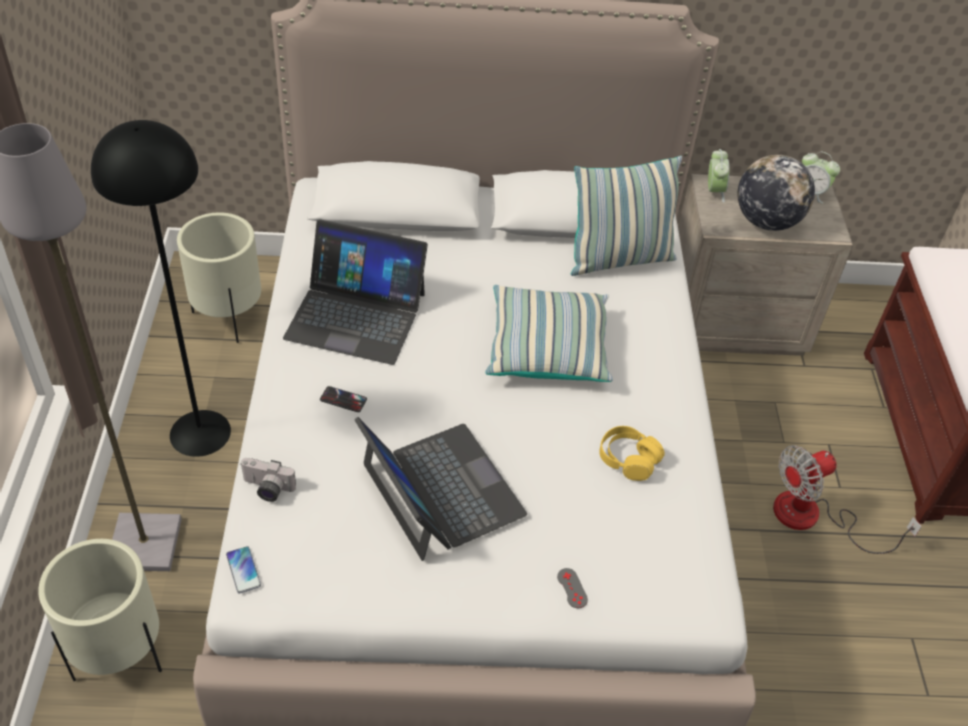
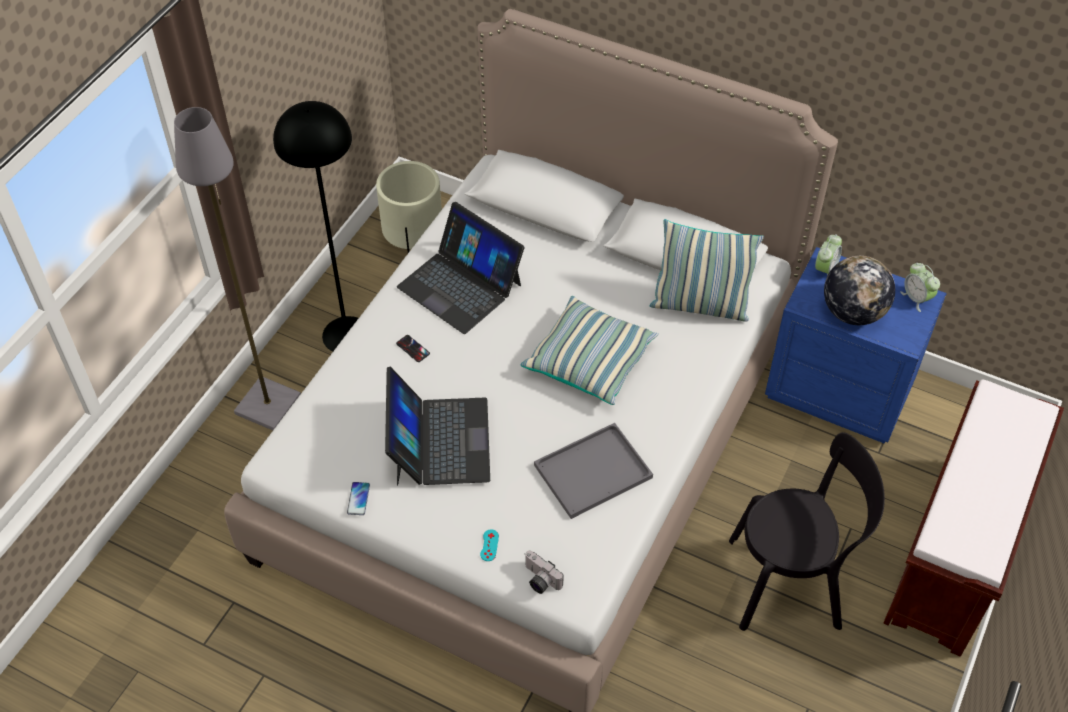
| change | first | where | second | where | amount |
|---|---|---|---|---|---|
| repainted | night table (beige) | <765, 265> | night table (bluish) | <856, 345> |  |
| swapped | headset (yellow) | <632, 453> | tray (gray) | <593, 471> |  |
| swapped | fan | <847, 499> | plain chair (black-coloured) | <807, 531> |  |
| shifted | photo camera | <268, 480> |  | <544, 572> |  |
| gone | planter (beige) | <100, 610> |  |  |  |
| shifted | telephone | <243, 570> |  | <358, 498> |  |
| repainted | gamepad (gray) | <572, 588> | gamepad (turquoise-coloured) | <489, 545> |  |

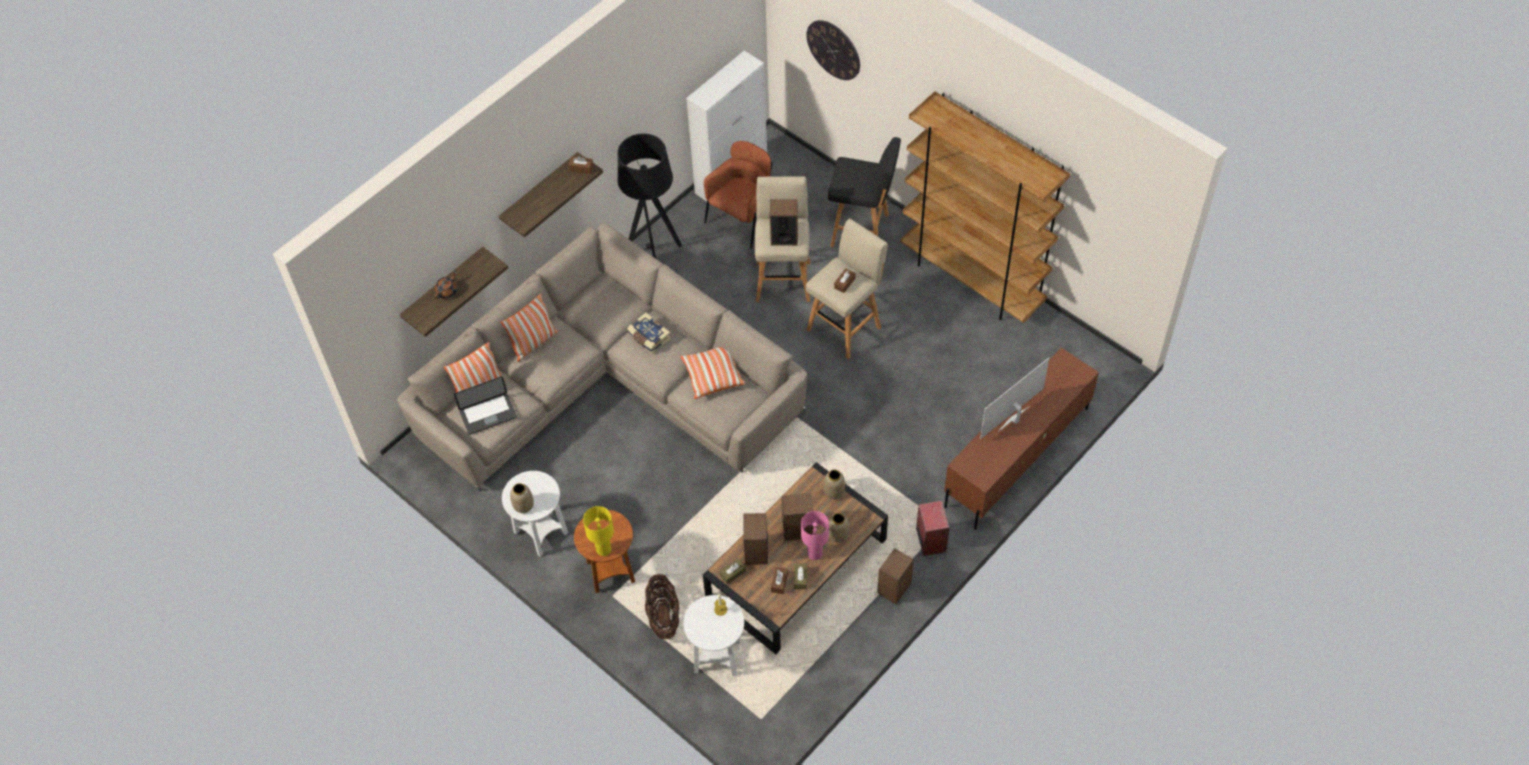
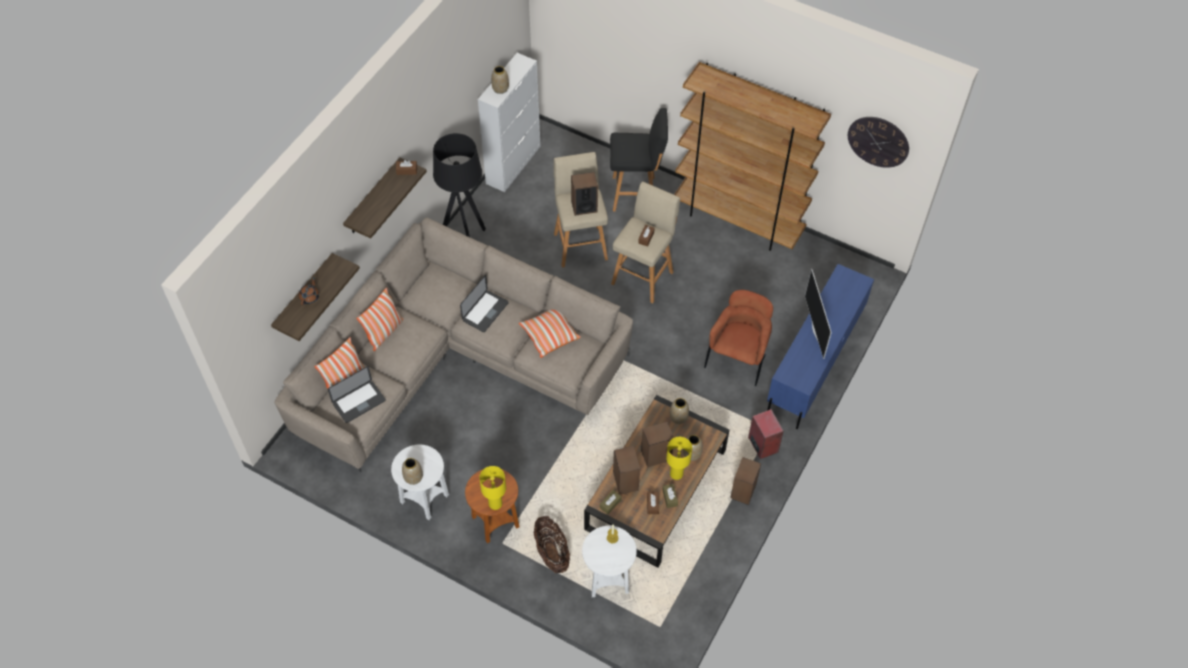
| change | first | where | second | where | amount |
|---|---|---|---|---|---|
| shifted | clock on the wall | <833, 50> |  | <878, 142> |  |
| shifted | lounge chair (brown) | <738, 195> |  | <738, 338> |  |
| swapped | volume | <649, 333> | notebook computer | <484, 303> |  |
| repainted | tv unit (brown) | <1021, 439> | tv unit (bluish) | <820, 346> |  |
| rotated | TV | <1014, 398> |  | <818, 314> | 45 degrees counterclockwise |
| repainted | lamp for a table (pink-coloured) | <815, 535> | lamp for a table (yellow) | <679, 458> |  |
| new |  |  | decorative vase | <500, 80> |  |

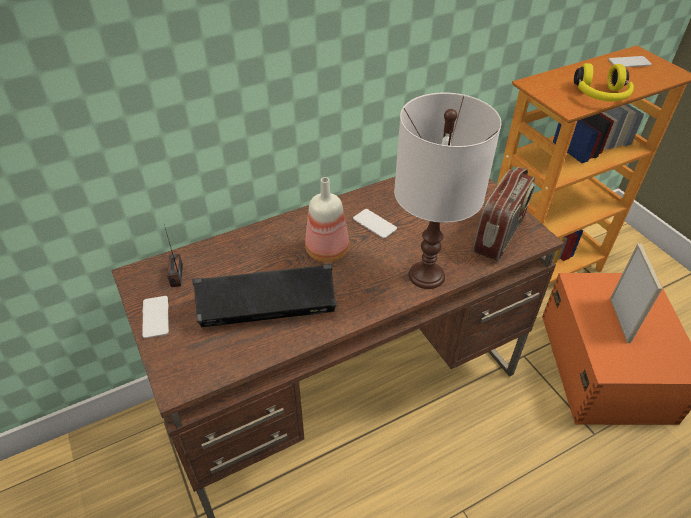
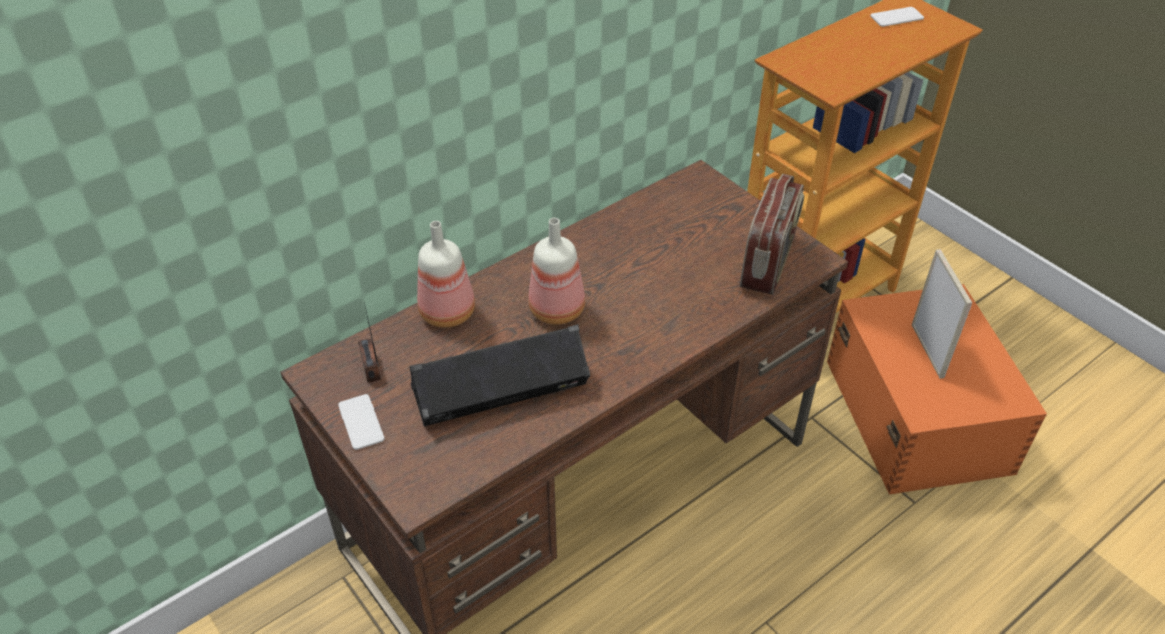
| change | first | where | second | where | amount |
|---|---|---|---|---|---|
| gone | headset (yellow) | <604, 82> |  |  |  |
| gone | lamp for a table (white) | <447, 191> |  |  |  |
| gone | telephone | <375, 223> |  |  |  |
| new |  |  | beverage bottle | <446, 274> |  |

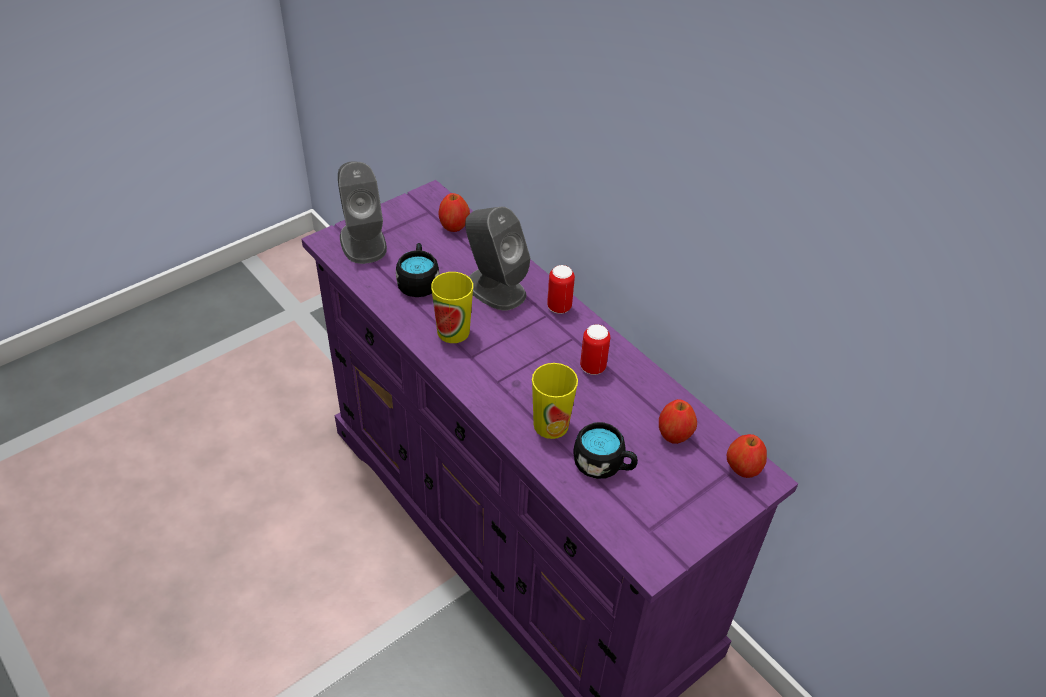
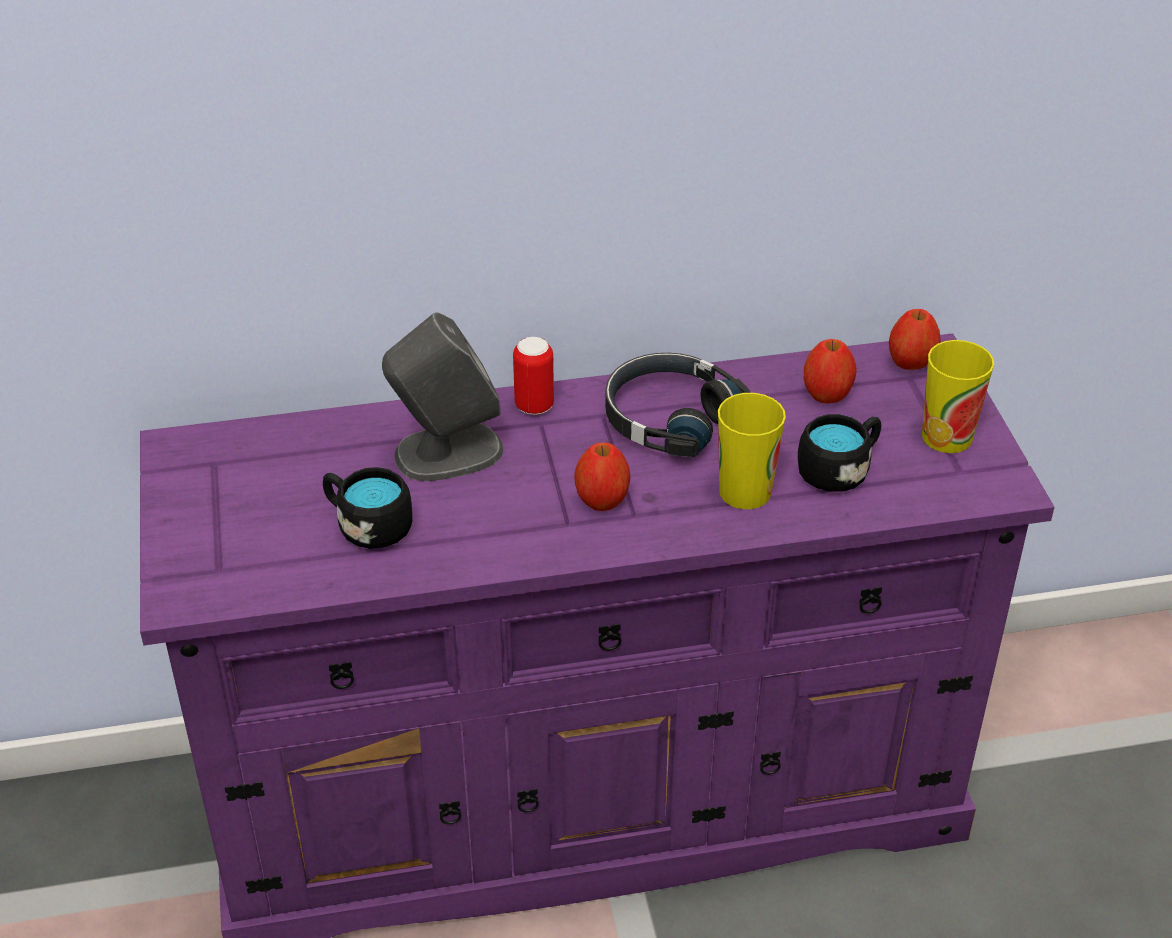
| change | first | where | second | where | amount |
|---|---|---|---|---|---|
| gone | audio speaker (gray) | <362, 212> |  |  |  |
| shifted | apple | <454, 212> |  | <602, 477> |  |
| shifted | cup | <452, 307> |  | <958, 396> |  |
| swapped | can | <595, 349> | headset (black-coloured) | <677, 405> |  |

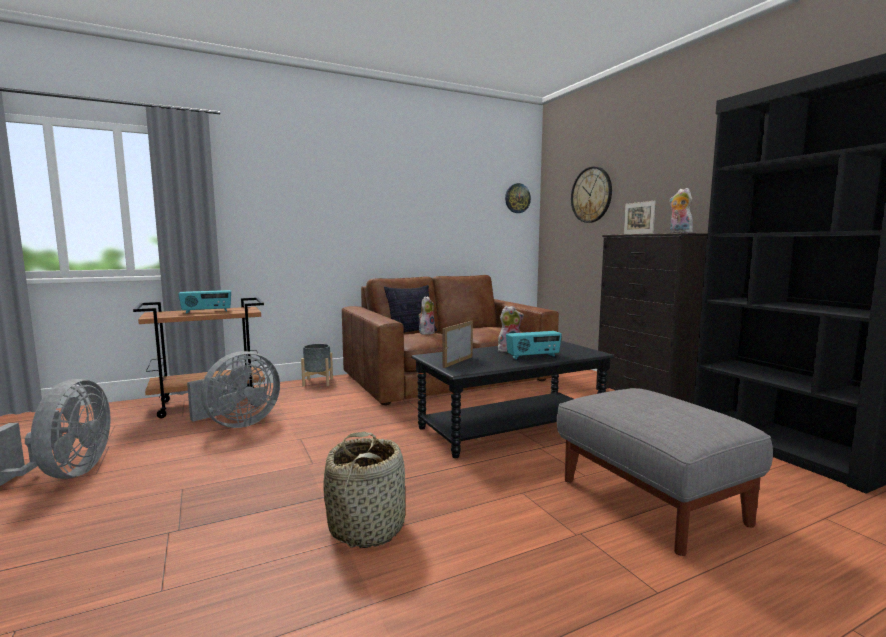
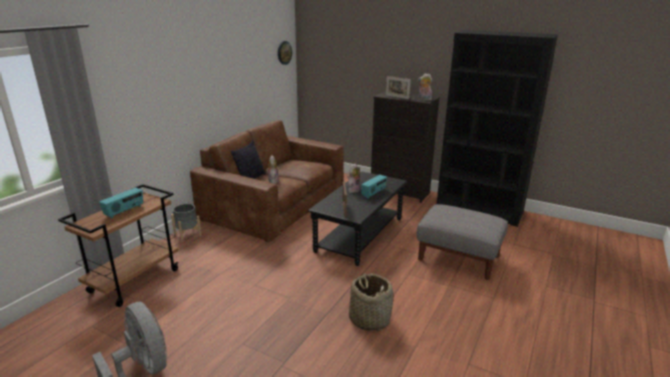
| change | first | where | second | where | amount |
|---|---|---|---|---|---|
| gone | clock on the wall | <591, 195> |  |  |  |
| gone | fan (gray) | <233, 389> |  |  |  |

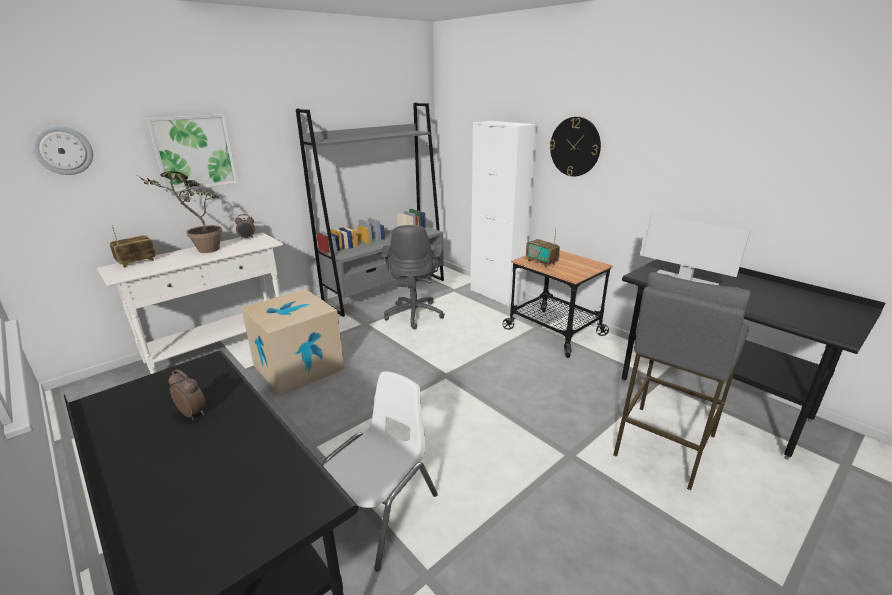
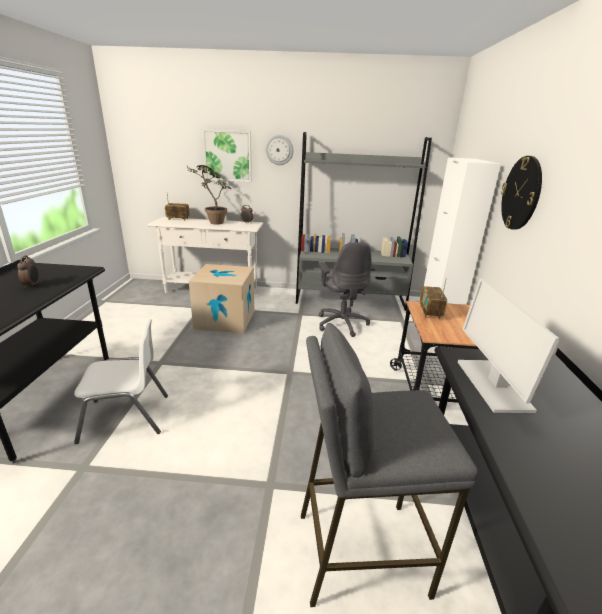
| change | first | where | second | where | amount |
|---|---|---|---|---|---|
| shifted | clock on the wall | <62, 150> |  | <279, 150> |  |
| rotated | computer chair (gray) | <413, 277> |  | <347, 289> | 60 degrees counterclockwise |

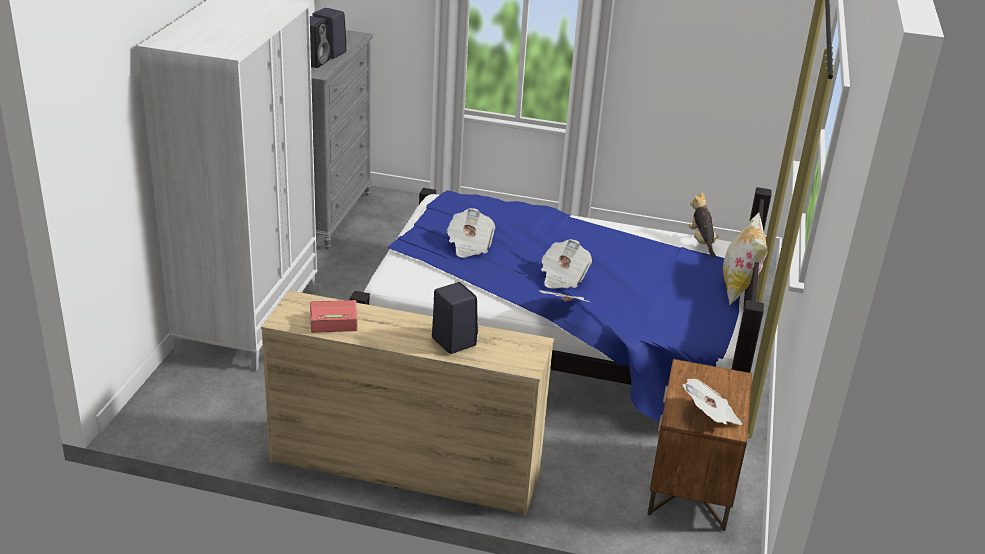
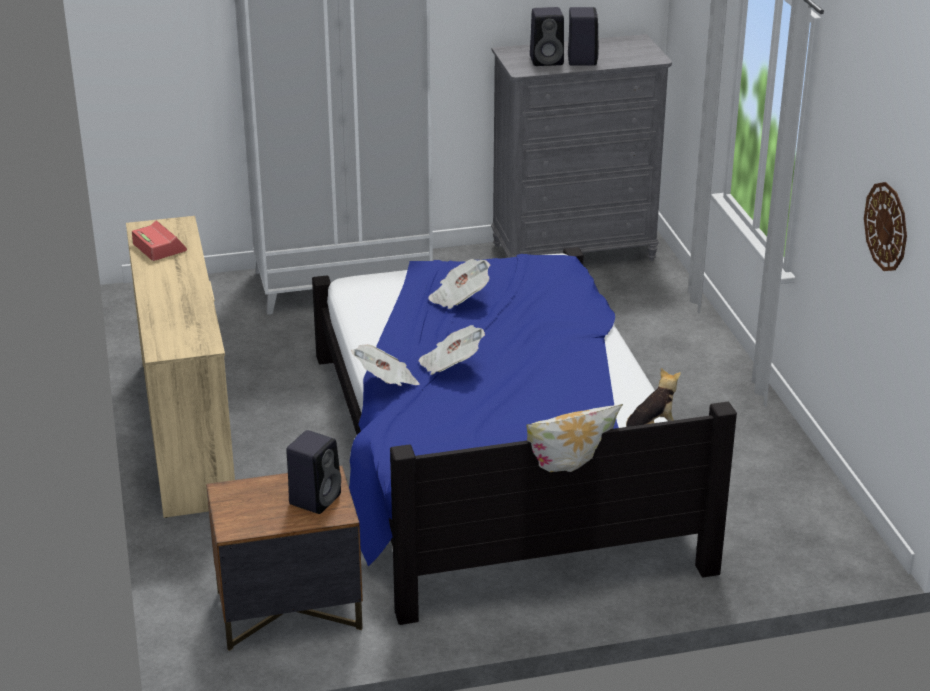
| change | first | where | second | where | amount |
|---|---|---|---|---|---|
| shifted | audio speaker (black-coloured) | <455, 318> |  | <313, 472> |  |
| gone | newspaper | <712, 402> |  |  |  |
| new |  |  | clock on the wall | <885, 226> |  |

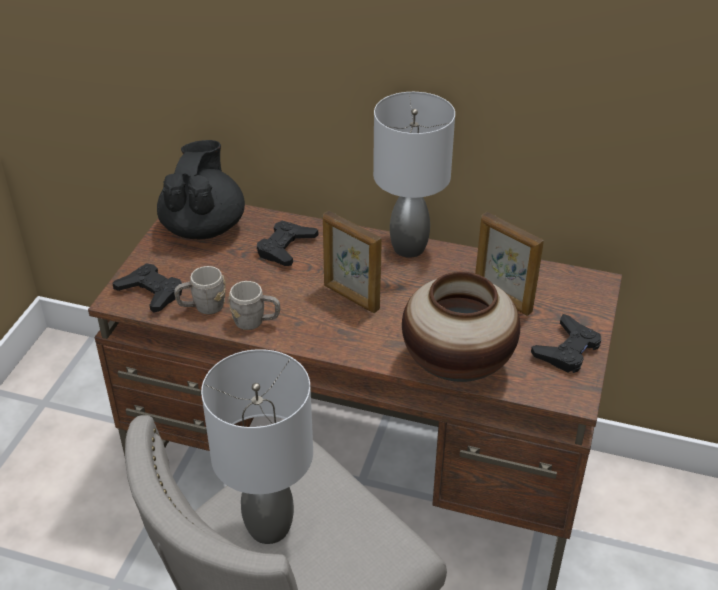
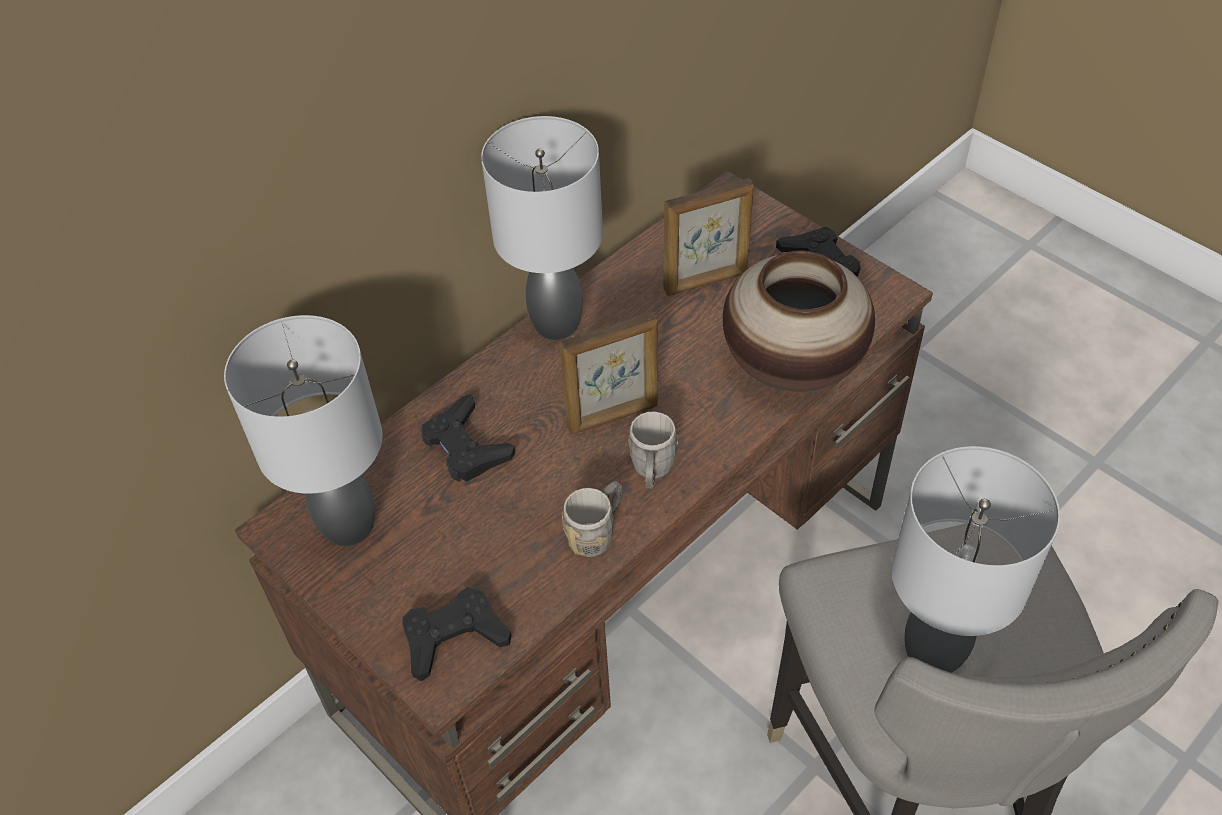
| change | first | where | second | where | amount |
|---|---|---|---|---|---|
| swapped | tea pot (black-coloured) | <201, 190> | lamp for a table (gray) | <303, 430> |  |
| shifted | mug (gray) | <200, 290> |  | <653, 450> |  |

